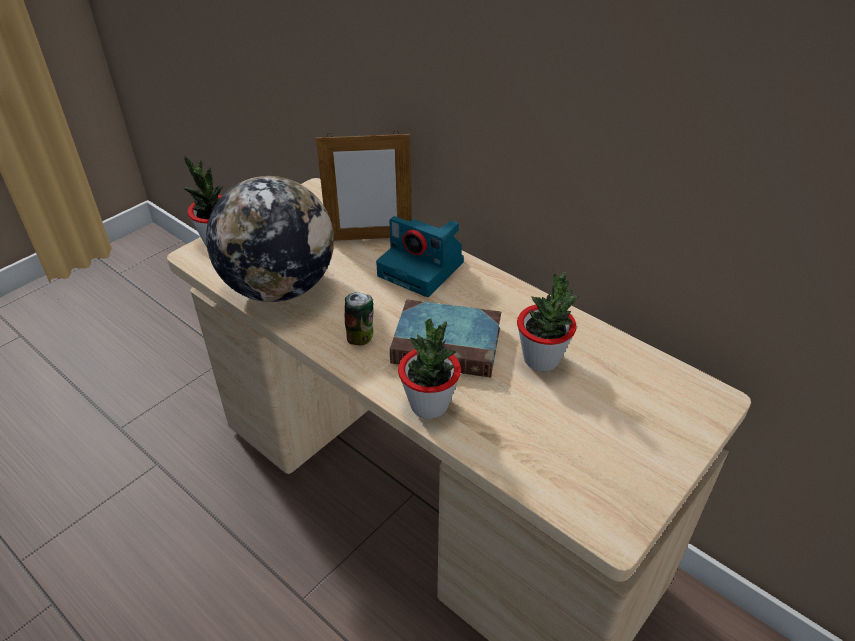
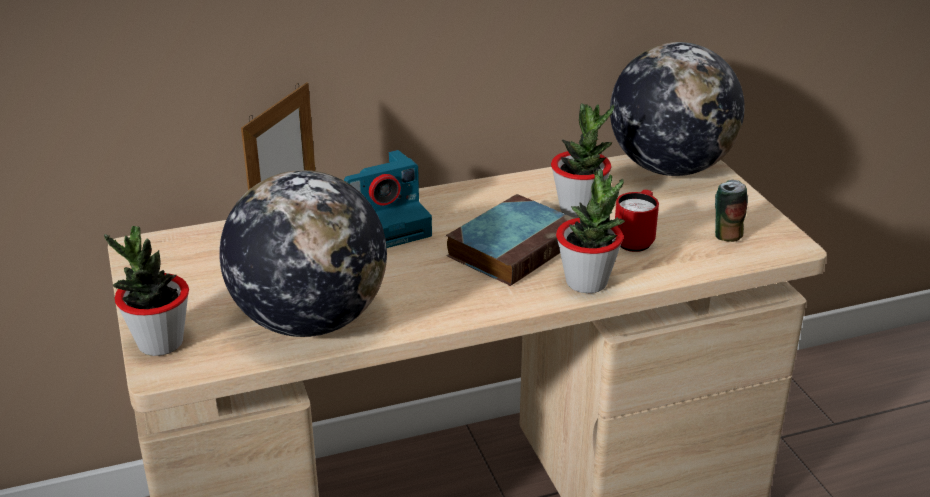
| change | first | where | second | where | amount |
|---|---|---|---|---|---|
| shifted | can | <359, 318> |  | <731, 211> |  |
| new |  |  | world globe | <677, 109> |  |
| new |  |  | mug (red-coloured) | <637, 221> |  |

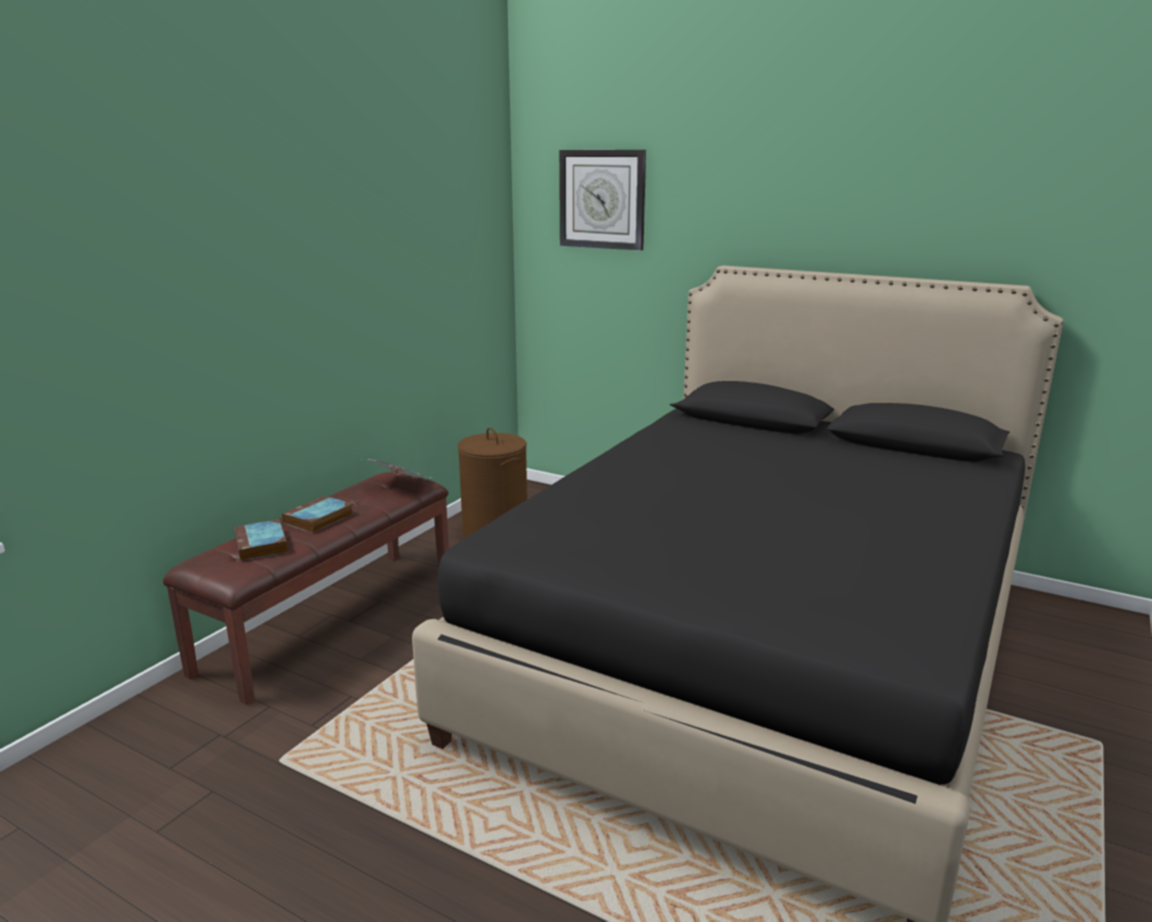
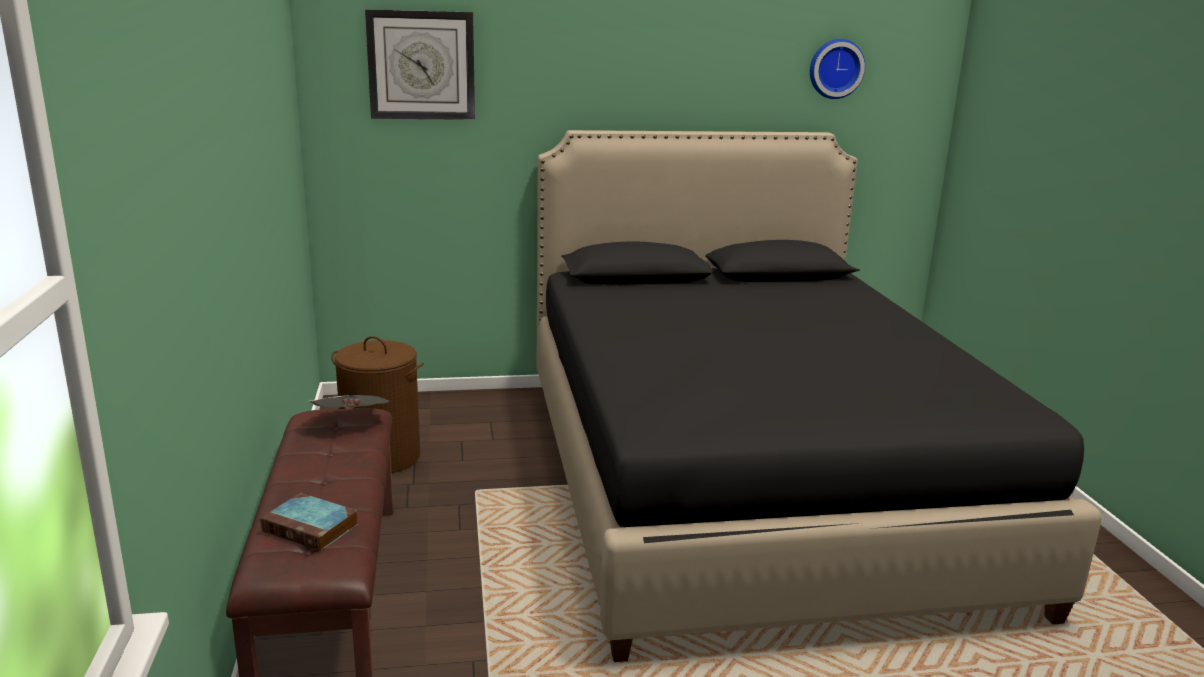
| change | first | where | second | where | amount |
|---|---|---|---|---|---|
| gone | volume | <317, 514> |  |  |  |
| new |  |  | clock on the wall | <837, 69> |  |

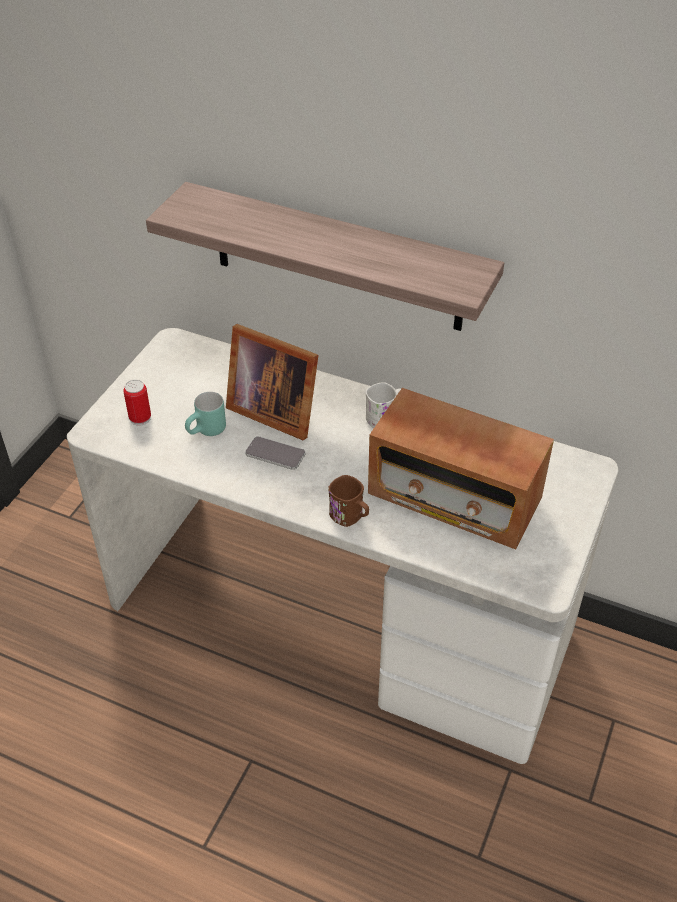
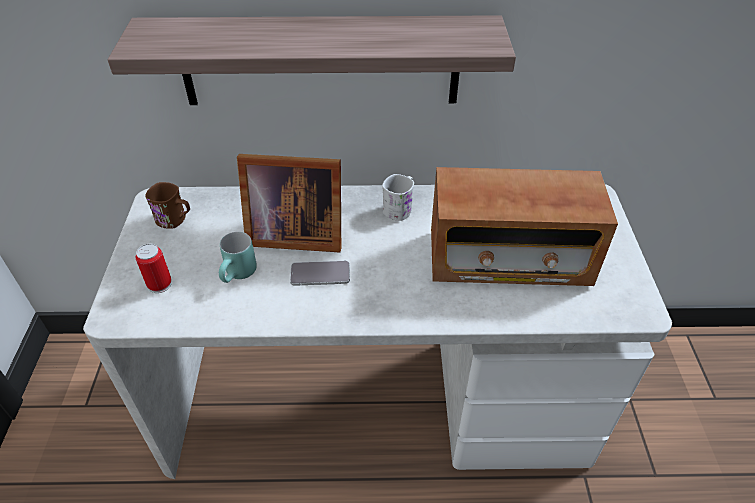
| change | first | where | second | where | amount |
|---|---|---|---|---|---|
| shifted | mug (brown) | <348, 501> |  | <167, 205> |  |

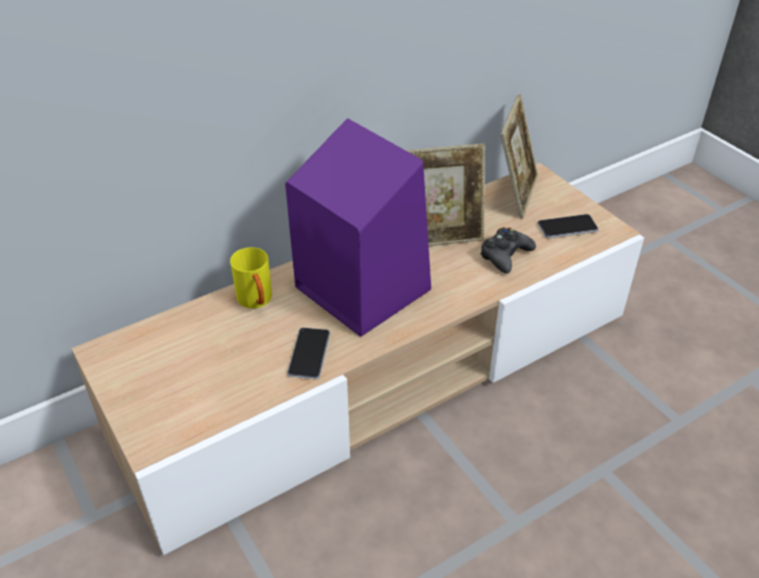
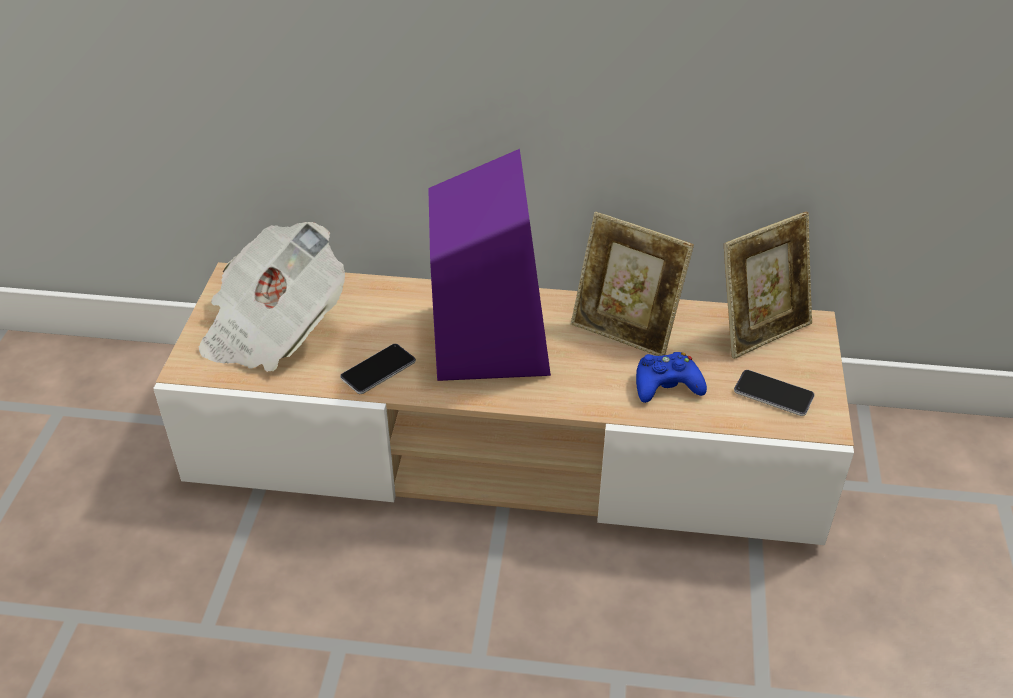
| change | first | where | second | where | amount |
|---|---|---|---|---|---|
| repainted | gamepad (black-coloured) | <508, 250> | gamepad (bluish) | <671, 377> |  |
| gone | mug (yellow) | <251, 277> |  |  |  |
| new |  |  | newspaper | <271, 297> |  |

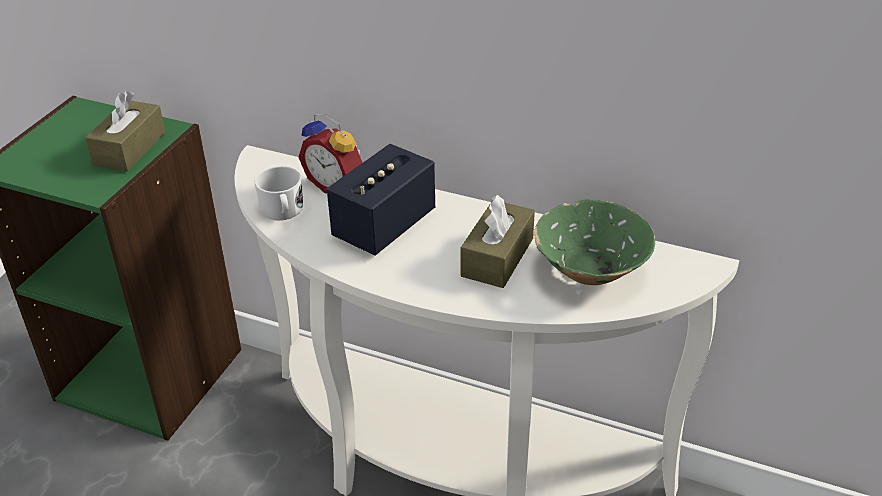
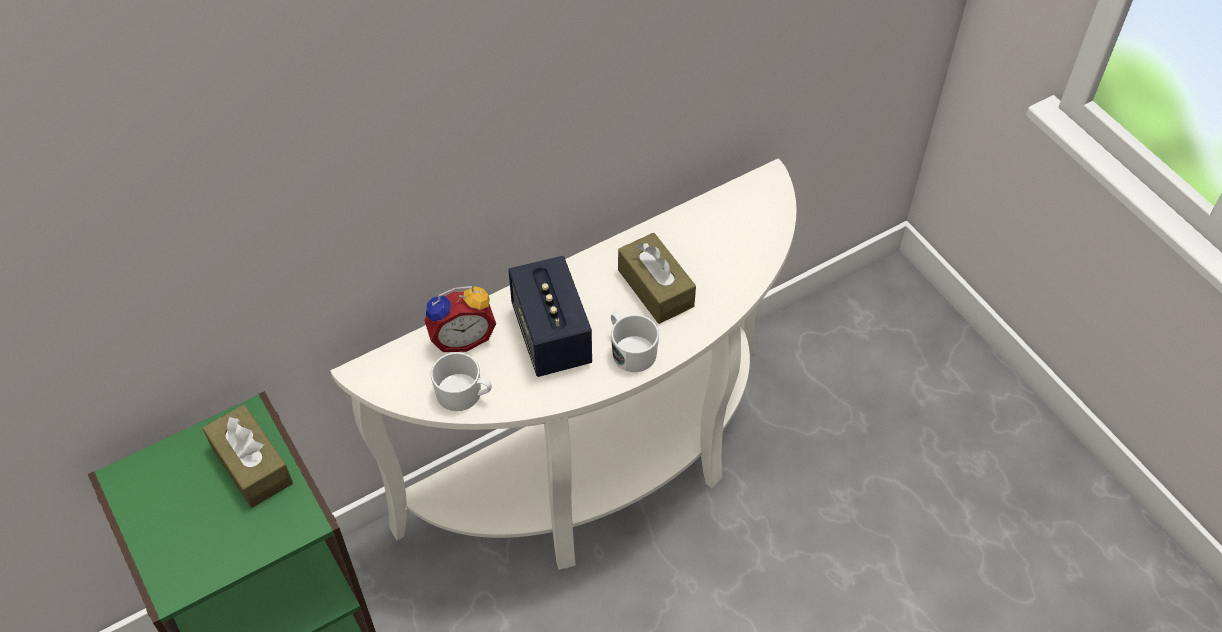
| change | first | where | second | where | amount |
|---|---|---|---|---|---|
| gone | bowl (green) | <594, 242> |  |  |  |
| new |  |  | mug (white) | <635, 342> |  |

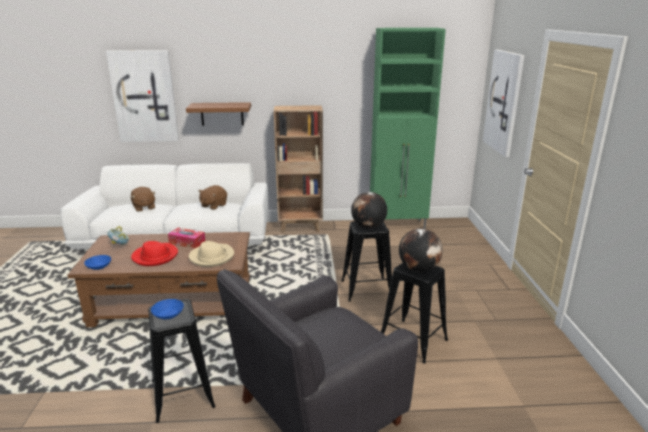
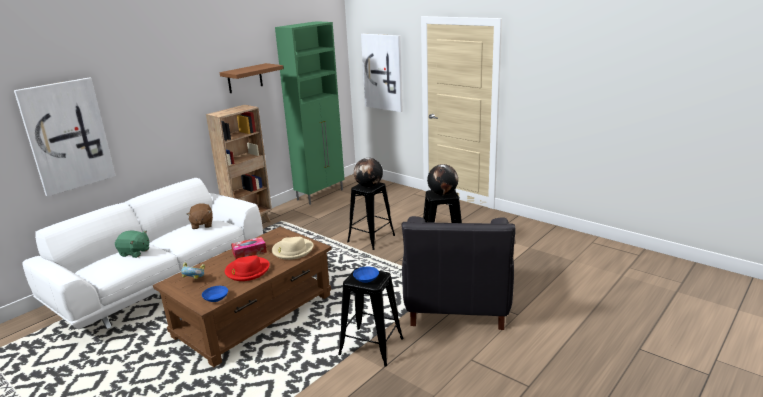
| change | first | where | second | where | amount |
|---|---|---|---|---|---|
| shifted | bracket shelf (brown) | <218, 114> |  | <251, 78> |  |
| repainted | soft toy (brown) | <143, 199> | soft toy (green) | <132, 244> |  |

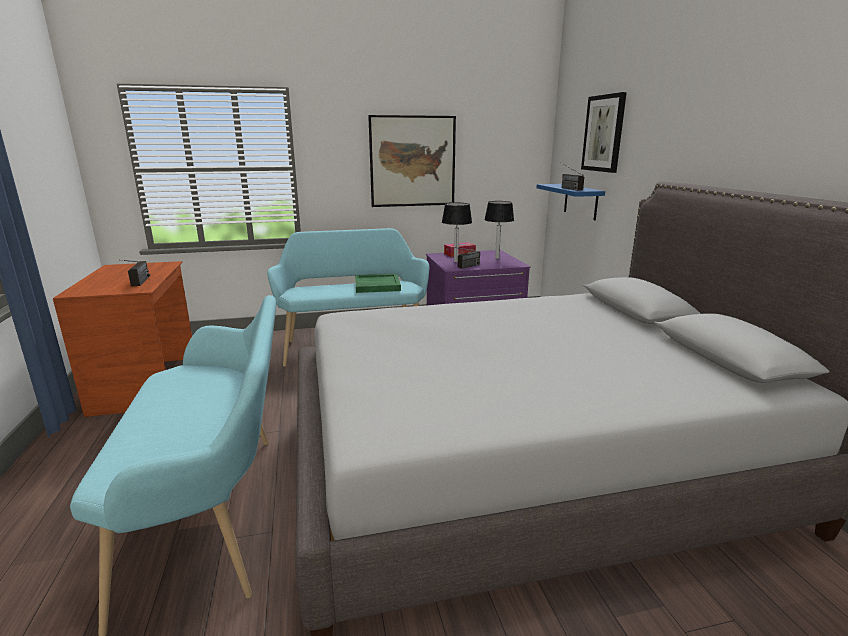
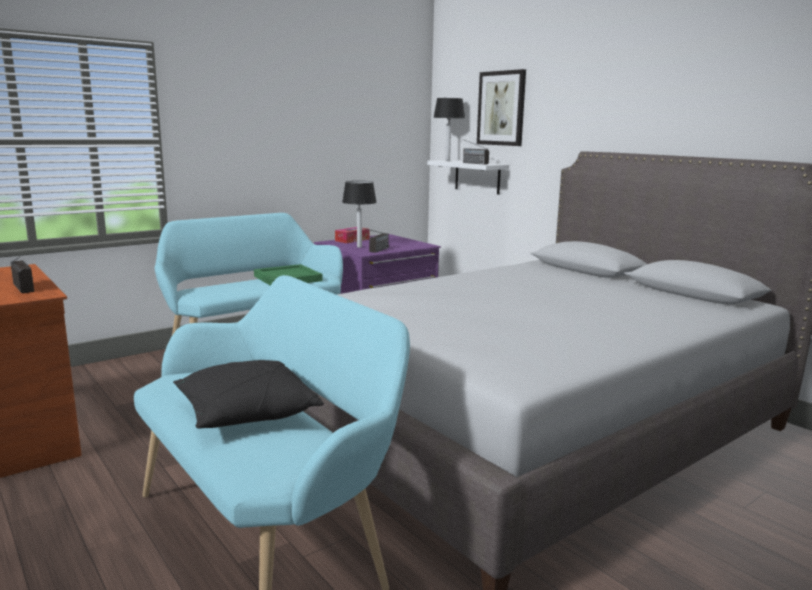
| change | first | where | second | where | amount |
|---|---|---|---|---|---|
| gone | wall picture | <412, 161> |  |  |  |
| repainted | bracket shelf (bluish) | <570, 202> | bracket shelf (white) | <468, 177> |  |
| shifted | lamp for a table | <499, 230> |  | <449, 129> |  |
| new |  |  | cushion (black-coloured) | <248, 394> |  |

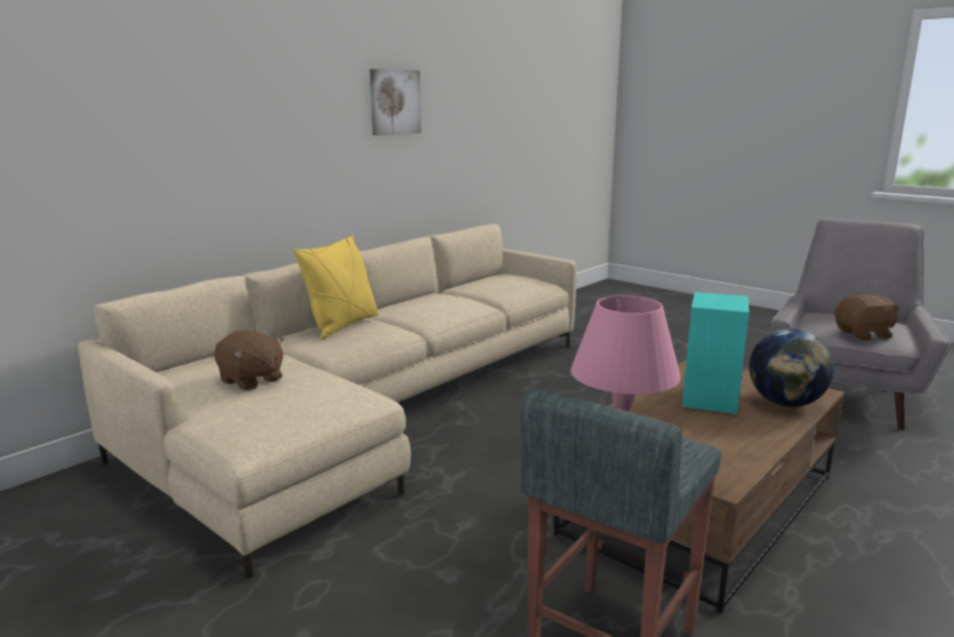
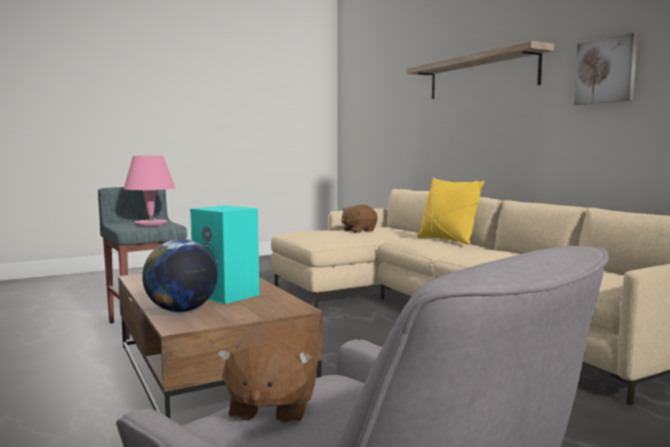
| change | first | where | second | where | amount |
|---|---|---|---|---|---|
| new |  |  | bracket shelf | <480, 70> |  |

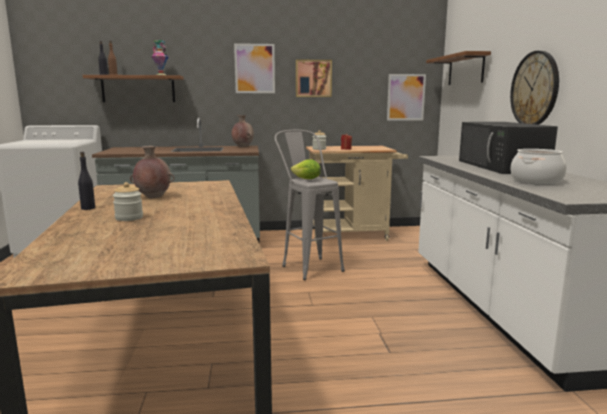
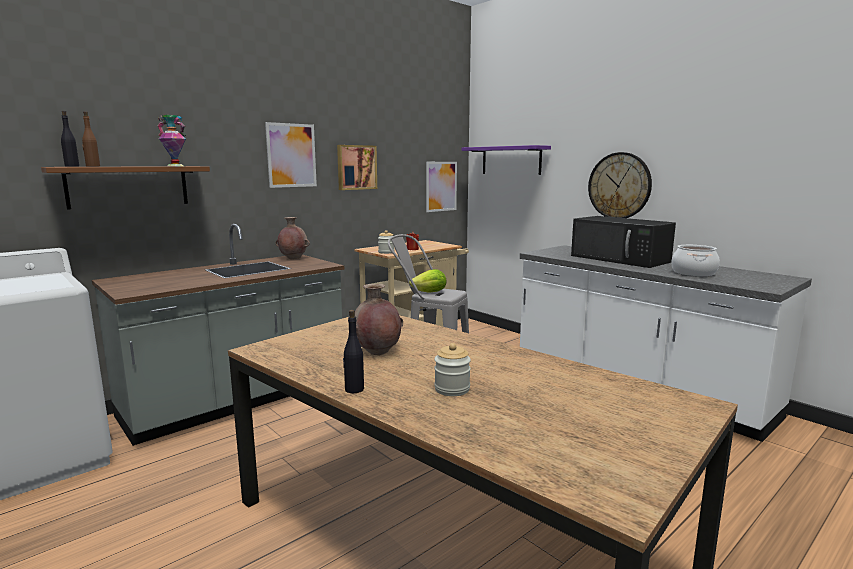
| change | first | where | second | where | amount |
|---|---|---|---|---|---|
| repainted | bracket shelf (brown) | <458, 68> | bracket shelf (purple-coloured) | <506, 160> |  |

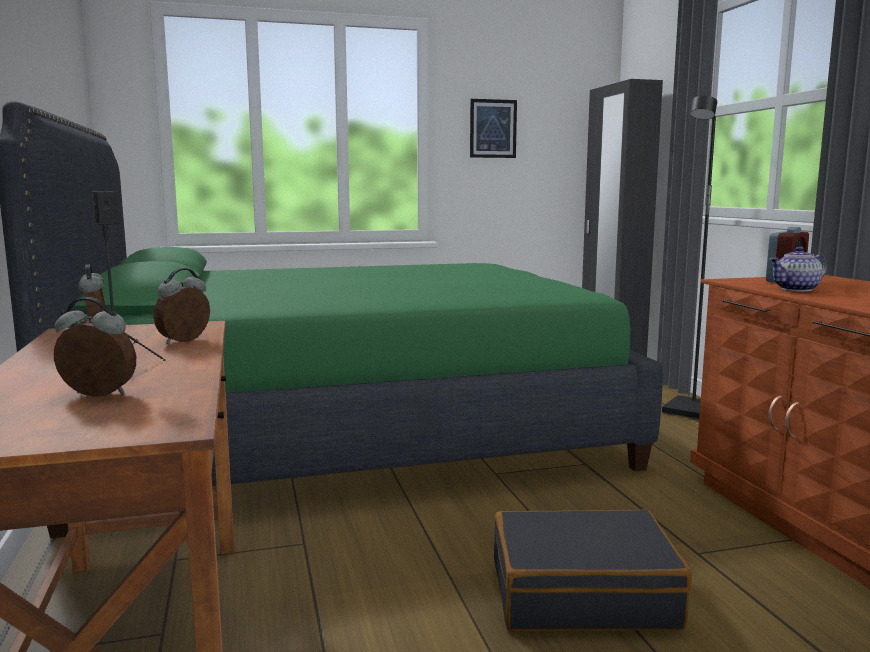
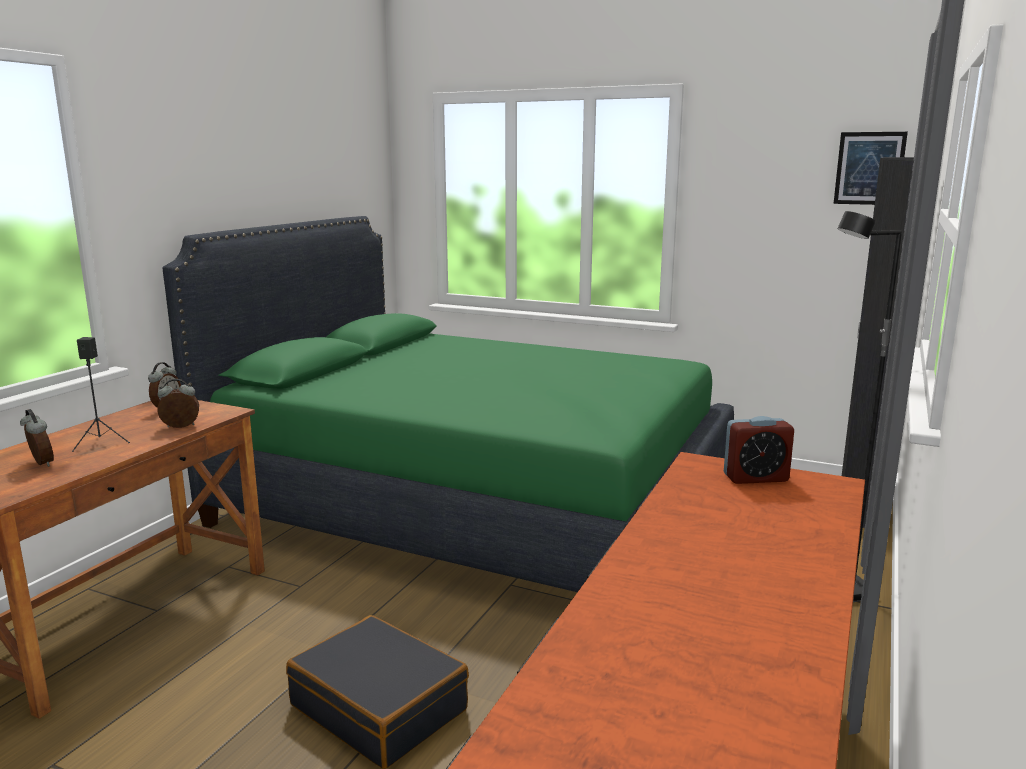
| change | first | where | second | where | amount |
|---|---|---|---|---|---|
| shifted | wall picture | <493, 128> |  | <871, 168> |  |
| gone | tea pot | <799, 269> |  |  |  |

